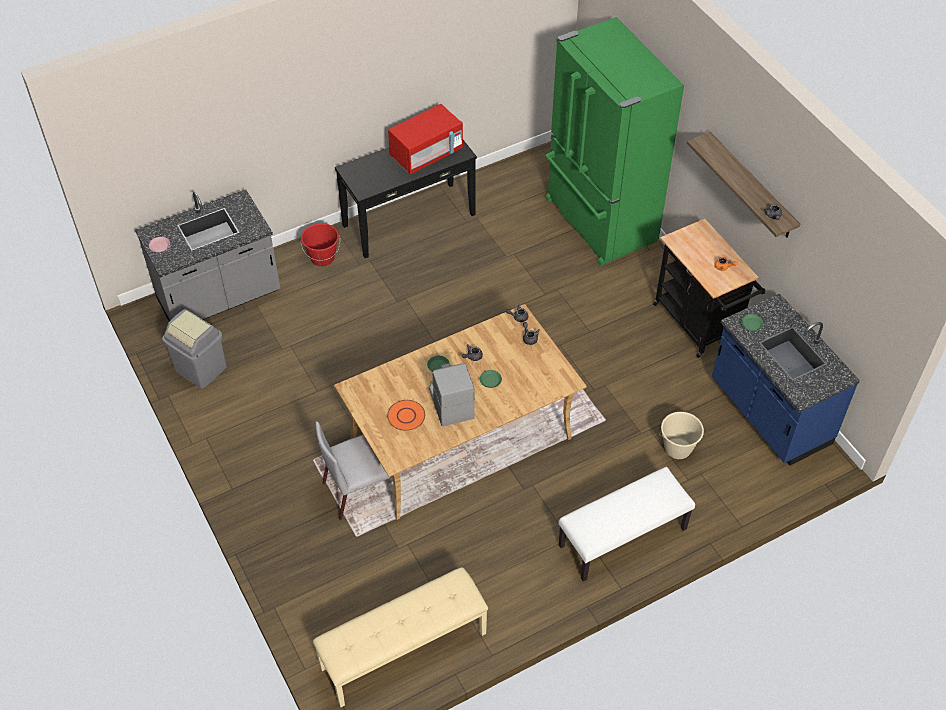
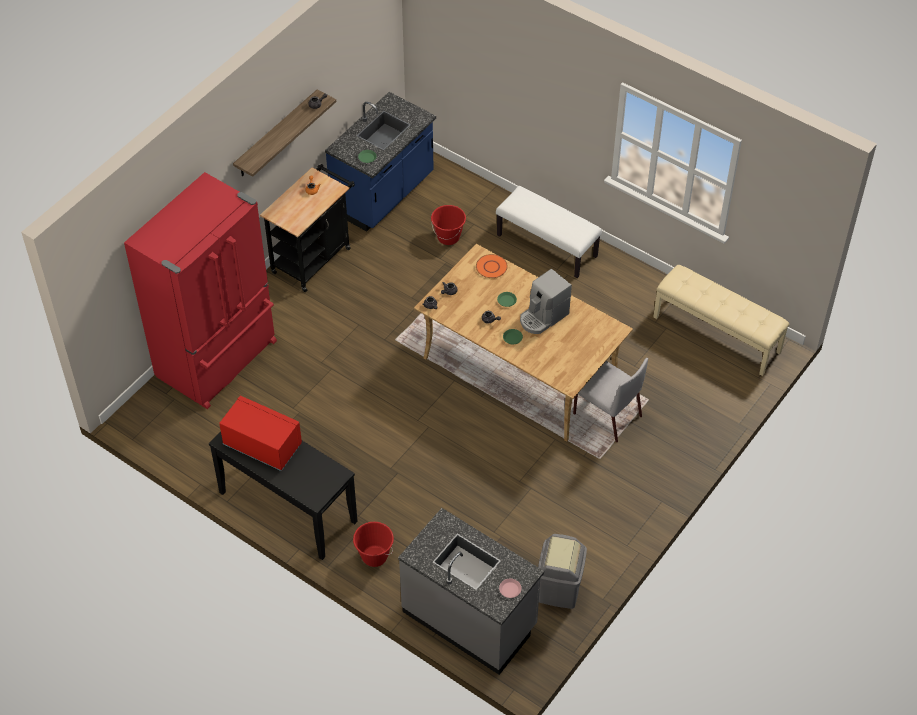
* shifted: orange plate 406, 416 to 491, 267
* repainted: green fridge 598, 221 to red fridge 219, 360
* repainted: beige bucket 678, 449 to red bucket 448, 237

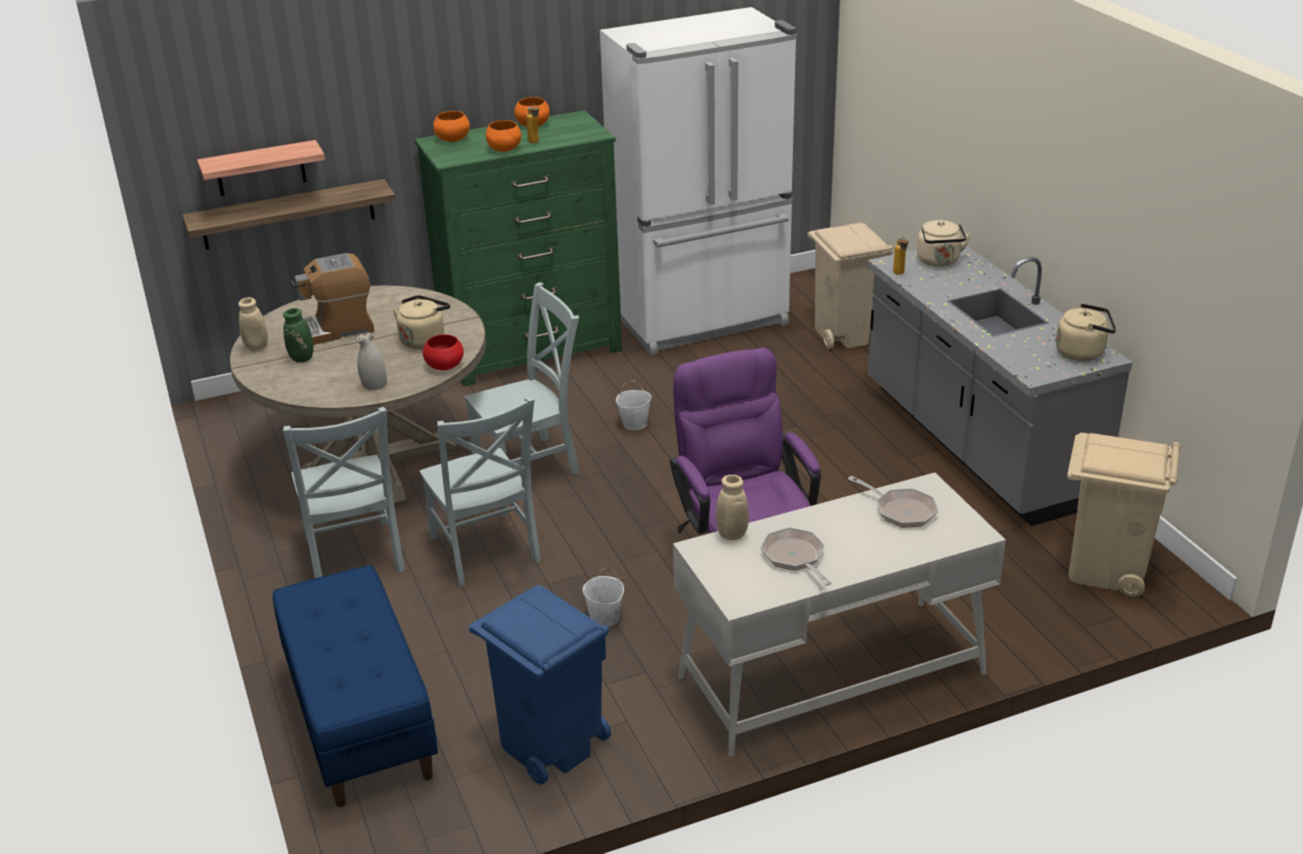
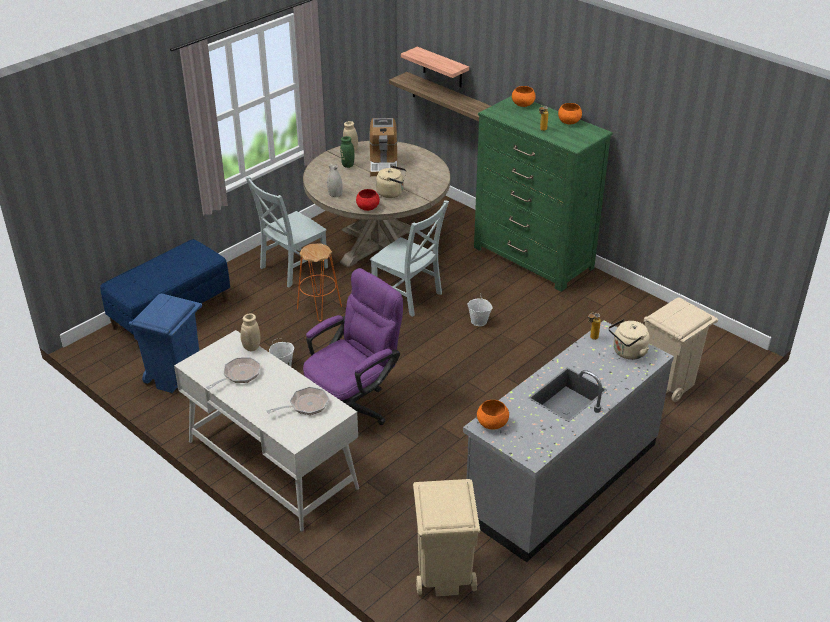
* rotated: coffee machine 332, 330 = 383, 163 135 degrees counterclockwise
* swapped: grey chair 485, 552 to orange stool 319, 307
* shifted: orange bowl 504, 149 to 492, 424
* gone: white fridge 702, 320
* rotated: frying pan 901, 510 = 306, 405 135 degrees counterclockwise
* gone: beige kettle 1083, 352

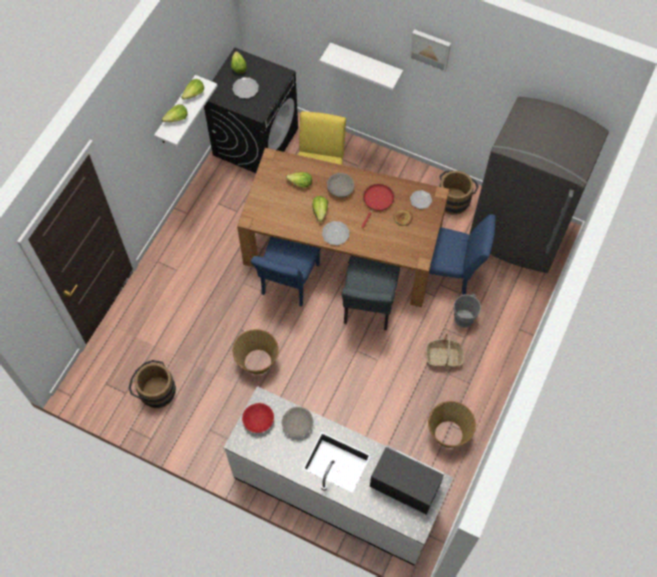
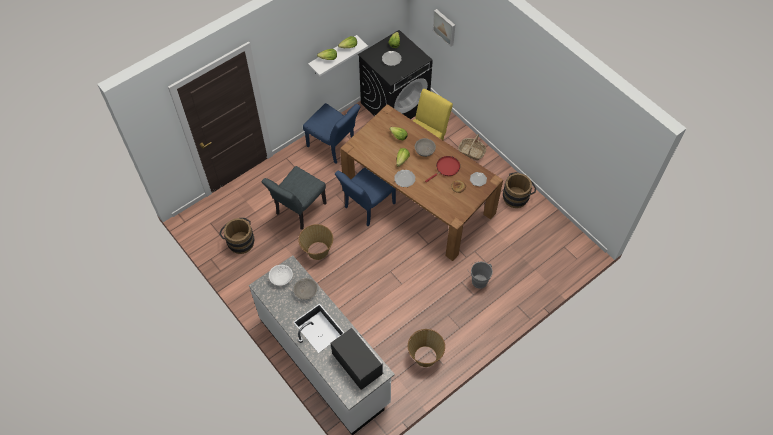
* repainted: red bowl 258, 420 to white bowl 281, 278
* gone: white shelf 366, 64
* shifted: grey chair 368, 309 to 298, 211
* shifted: picture 430, 49 to 445, 27
* shifted: basket 444, 357 to 471, 152
* shifted: blue chair 449, 273 to 334, 147
* gone: grey fridge 518, 234

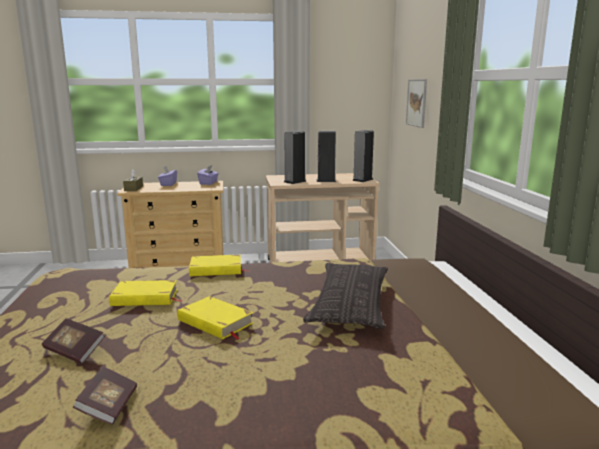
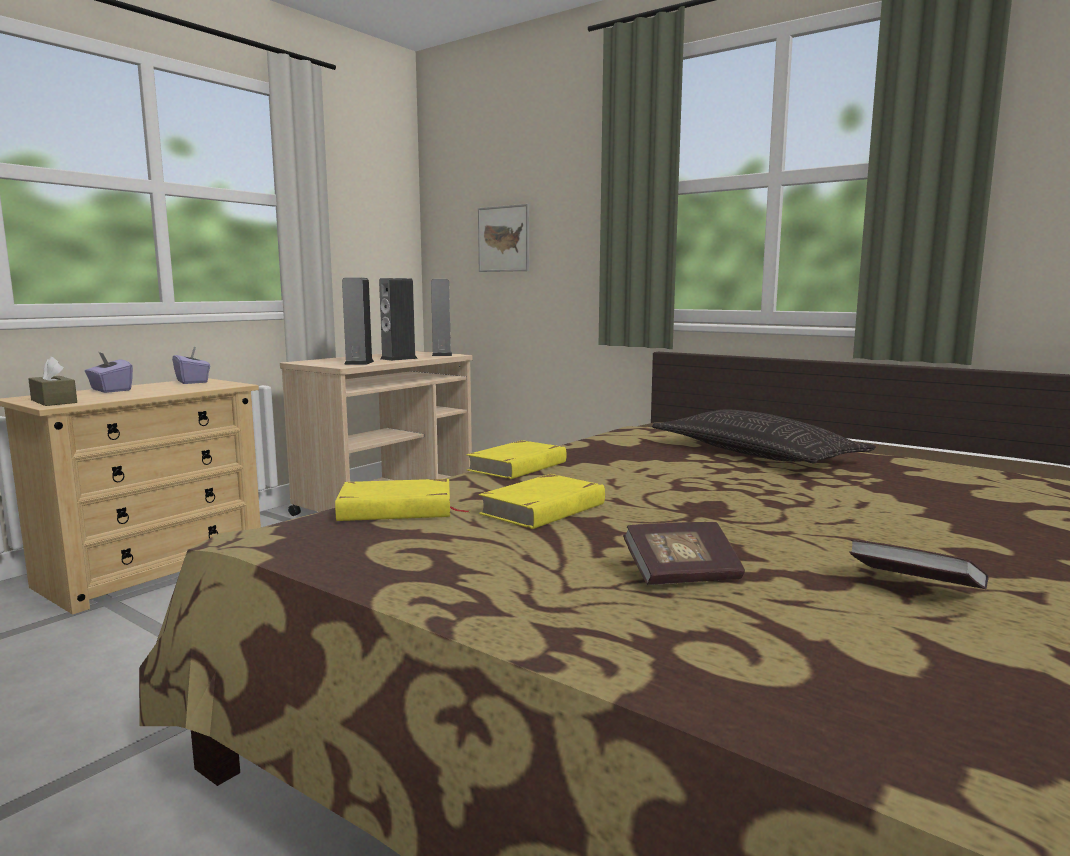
* shifted: yellow book 215, 322 to 396, 509

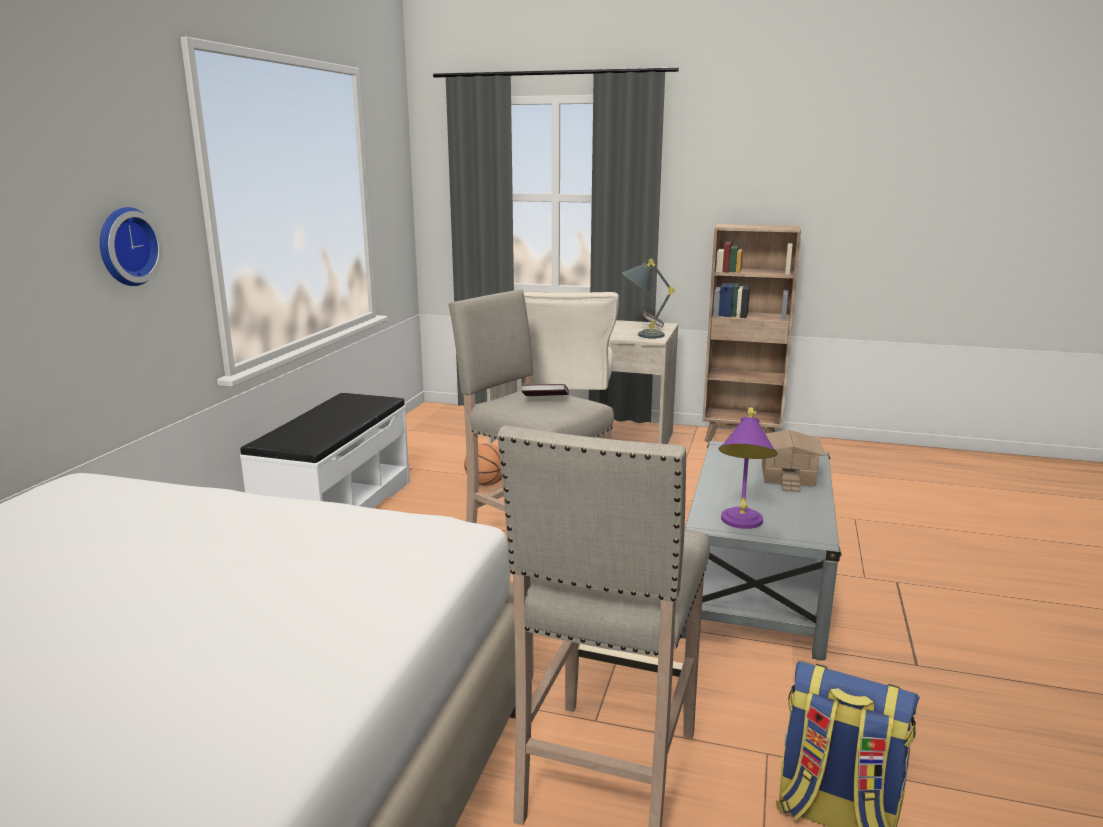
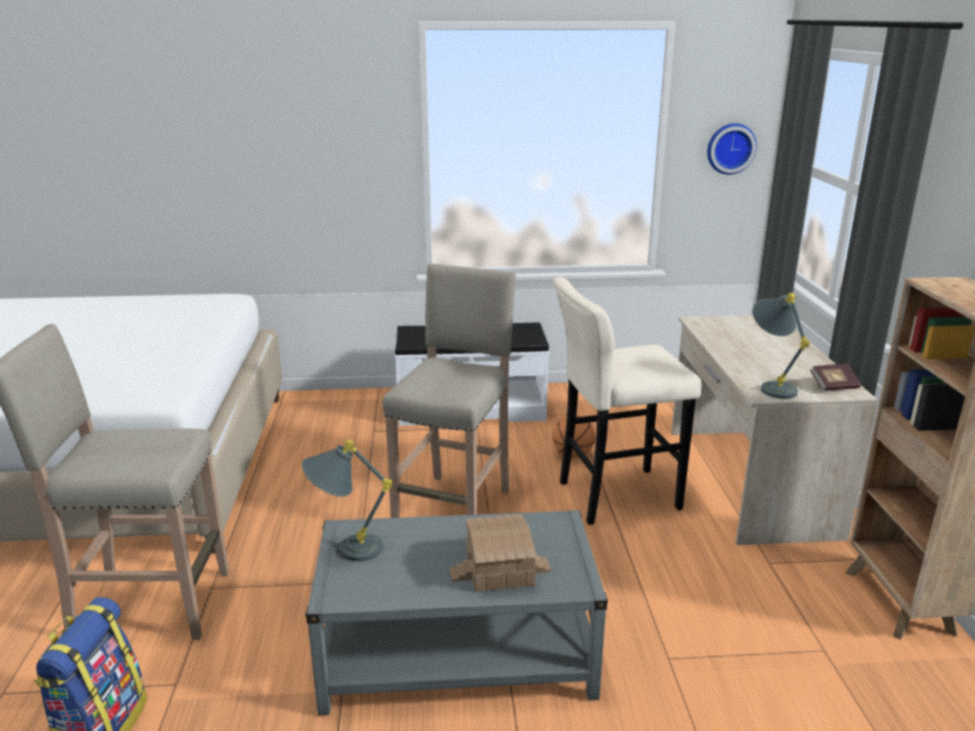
* shifted: wall clock 125, 246 to 730, 148
* gone: book 545, 400
* repainted: purple table lamp 740, 526 to grey table lamp 345, 549

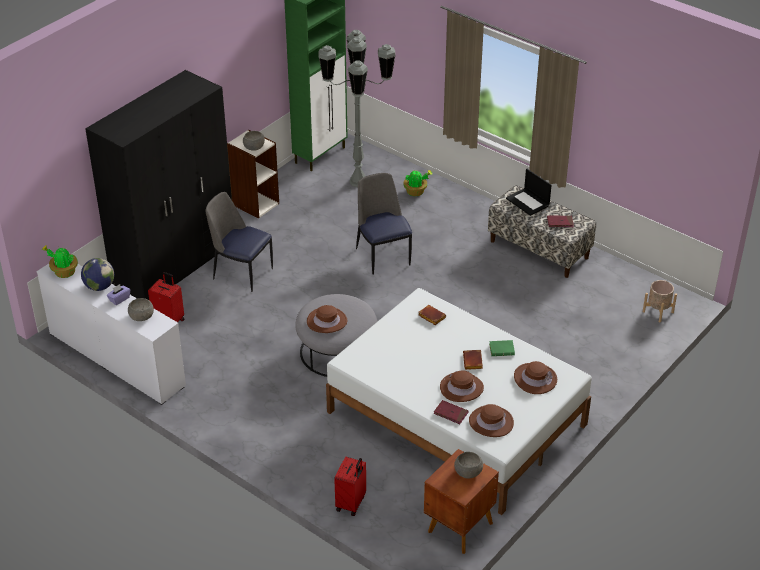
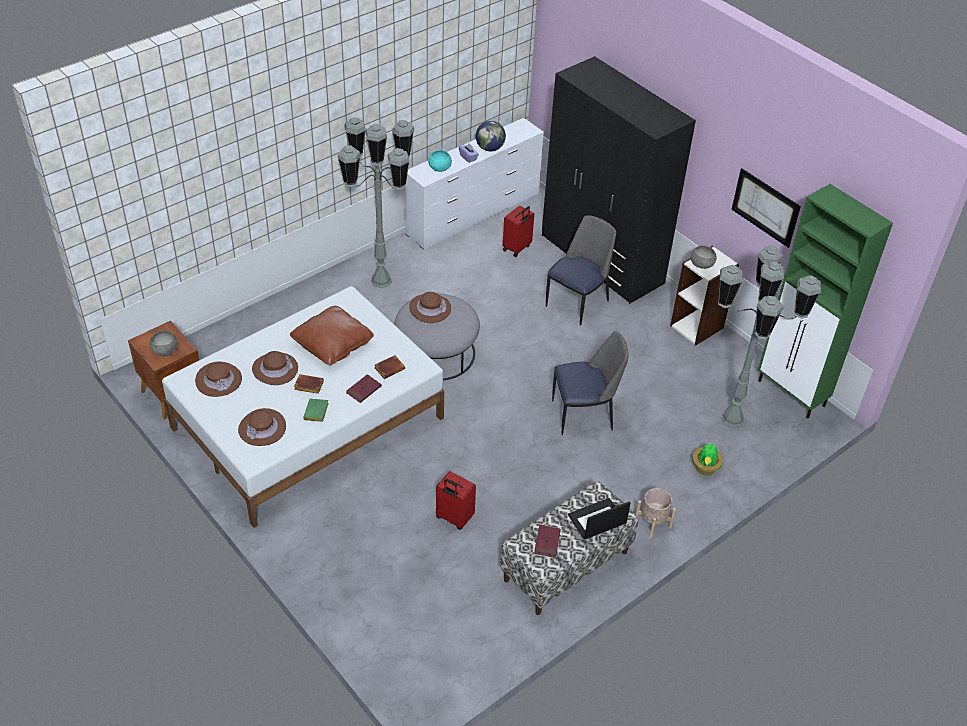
* gone: potted plant 64, 272
* repainted: grey bowl 142, 316 to turquoise bowl 440, 168
* shifted: red suitcase 351, 503 to 454, 518
* shifted: red book 451, 413 to 363, 390
* shifted: beige planter 658, 312 to 652, 523
* new: brown pillow 332, 344
* new: grey floor lamp 382, 280
* new: picture 765, 207

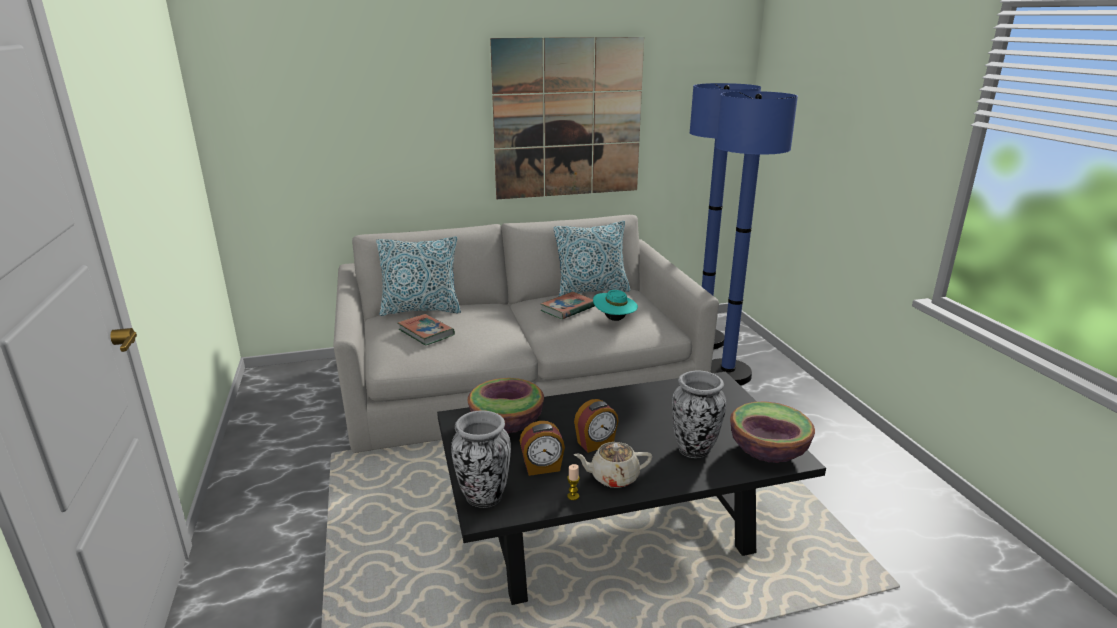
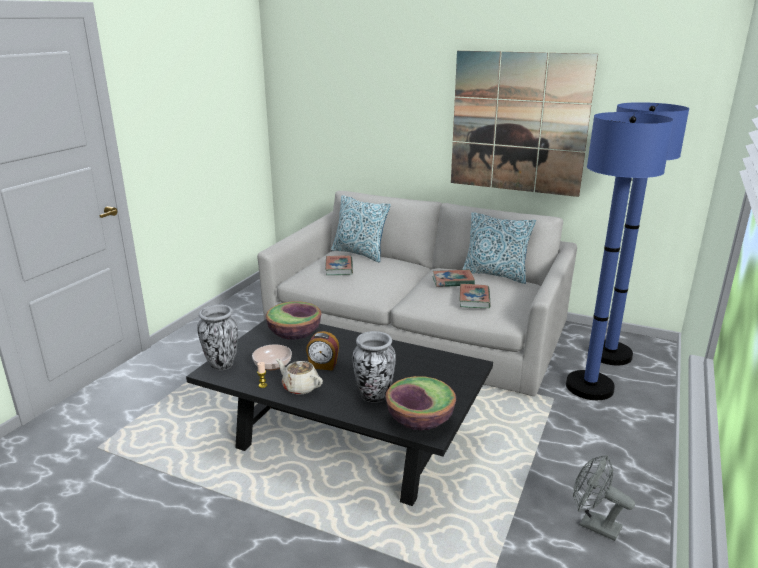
* swapped: alarm clock 542, 467 to bowl 273, 364
* swapped: turquoise hat 614, 319 to book 474, 299
* new: grey fan 593, 524

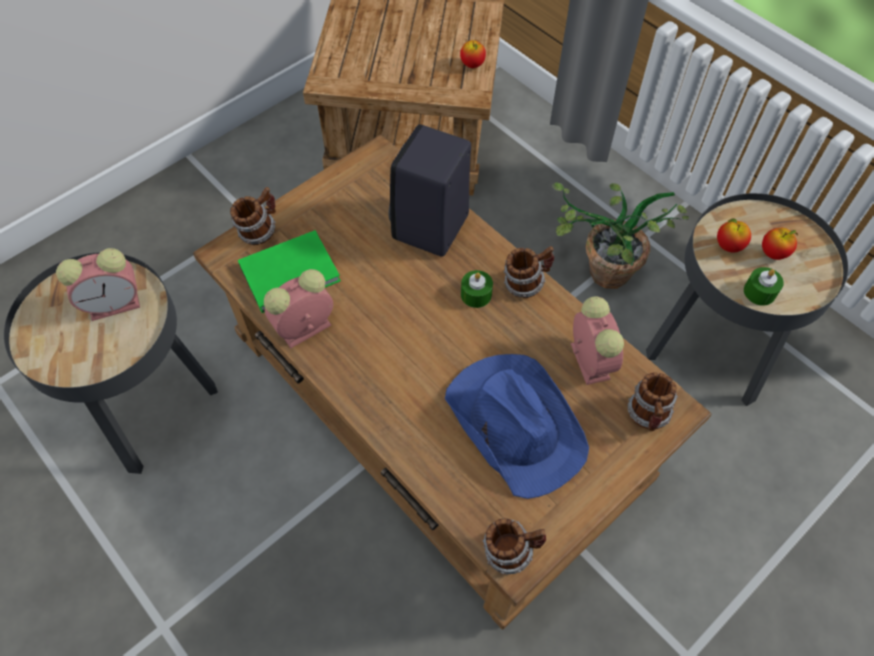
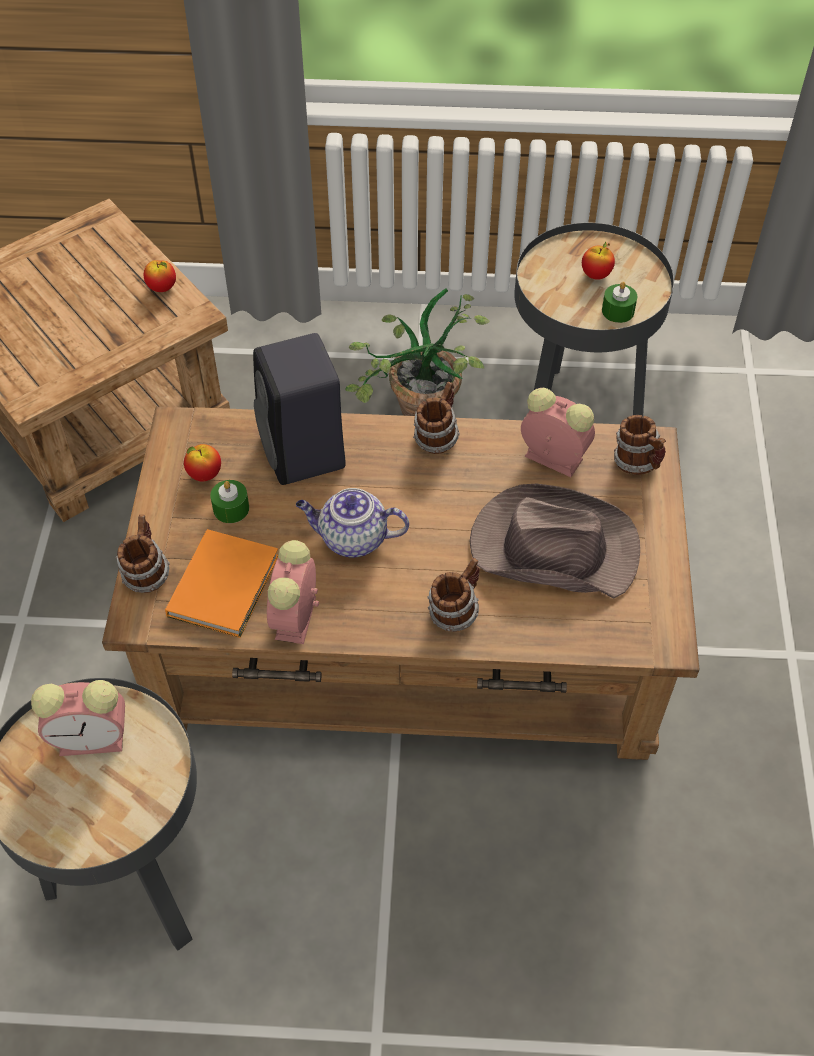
* rotated: alarm clock 116, 303 = 94, 738 60 degrees clockwise
* repainted: green book 292, 273 to orange book 226, 584
* repainted: blue hat 515, 422 to brown hat 552, 547
* shifted: green candle 476, 294 to 231, 508
* shifted: mug 510, 551 to 454, 612
* shifted: apple 728, 246 to 204, 474
* new: teapot 352, 539

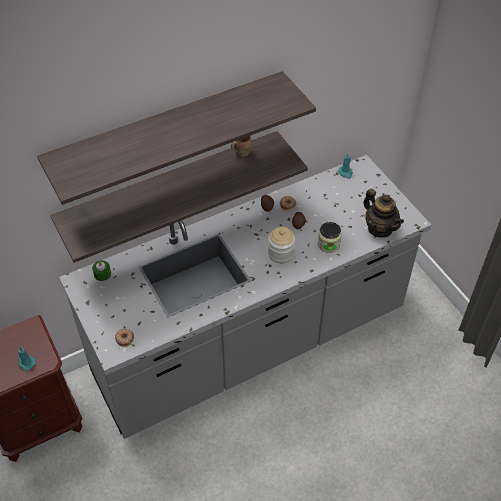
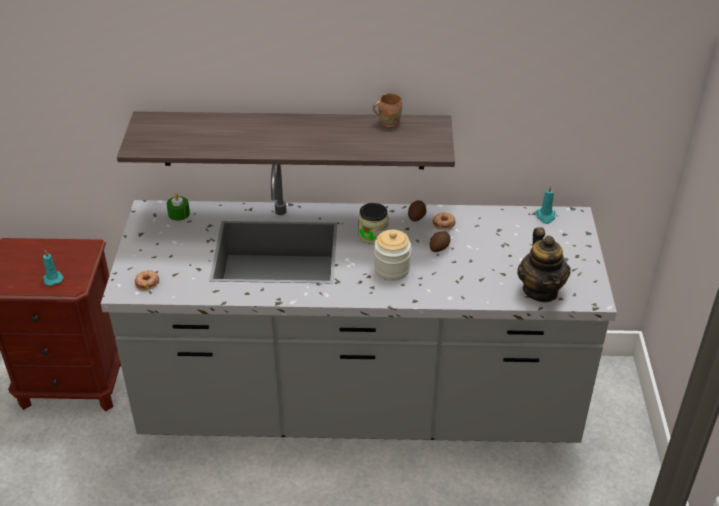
* gone: shelf 168, 131
* shifted: jar 328, 244 to 373, 235

